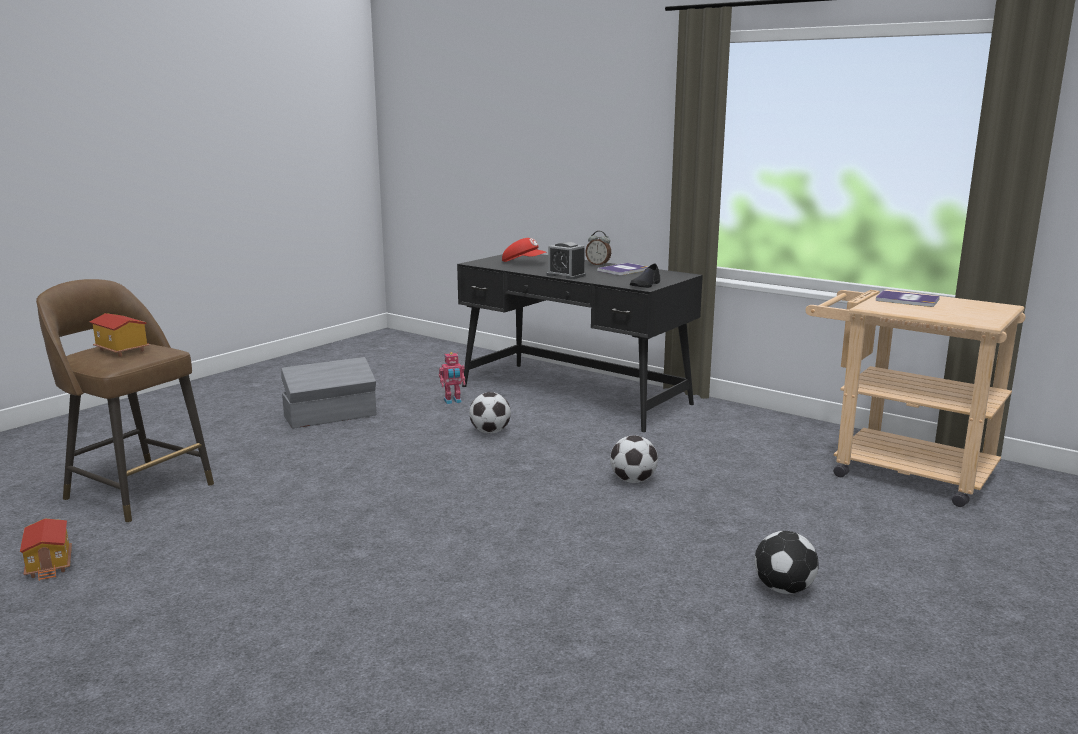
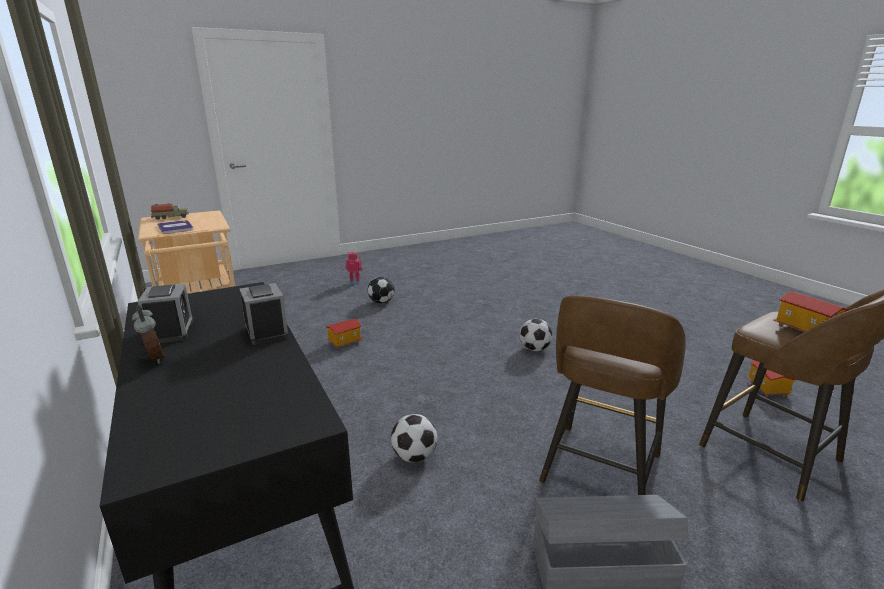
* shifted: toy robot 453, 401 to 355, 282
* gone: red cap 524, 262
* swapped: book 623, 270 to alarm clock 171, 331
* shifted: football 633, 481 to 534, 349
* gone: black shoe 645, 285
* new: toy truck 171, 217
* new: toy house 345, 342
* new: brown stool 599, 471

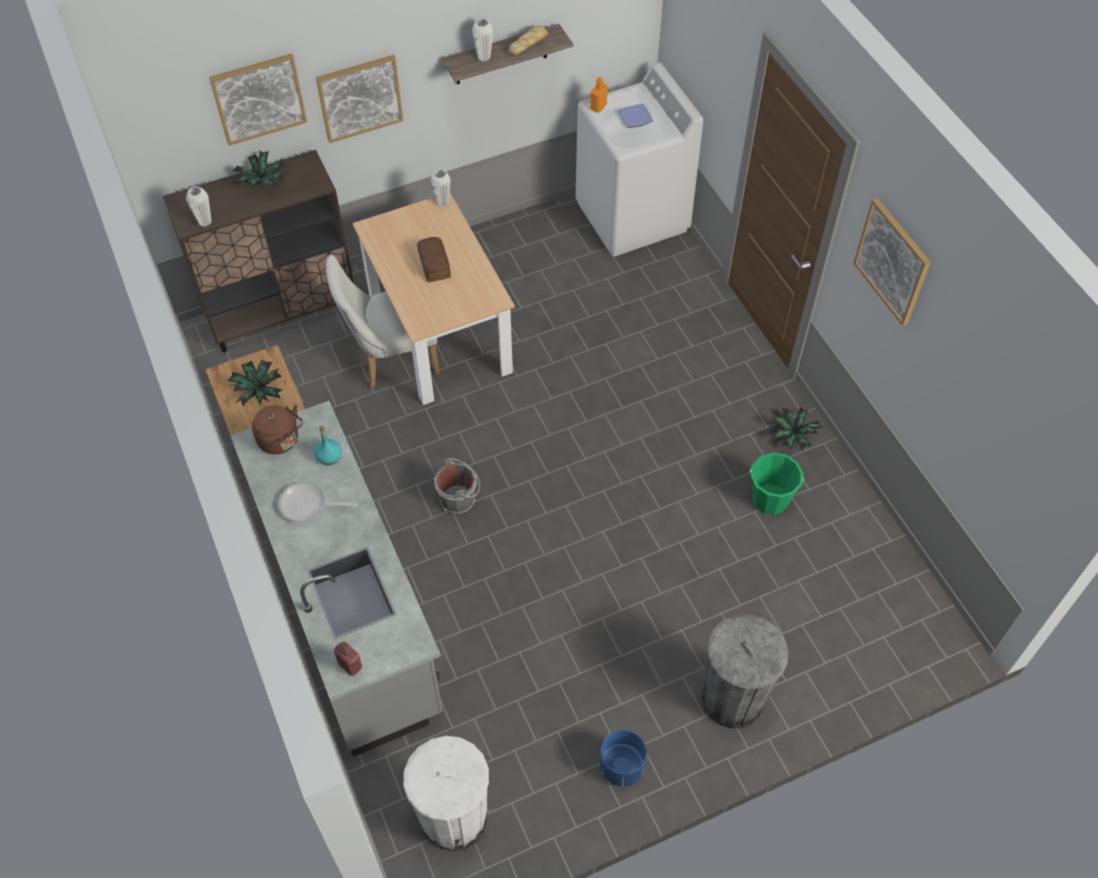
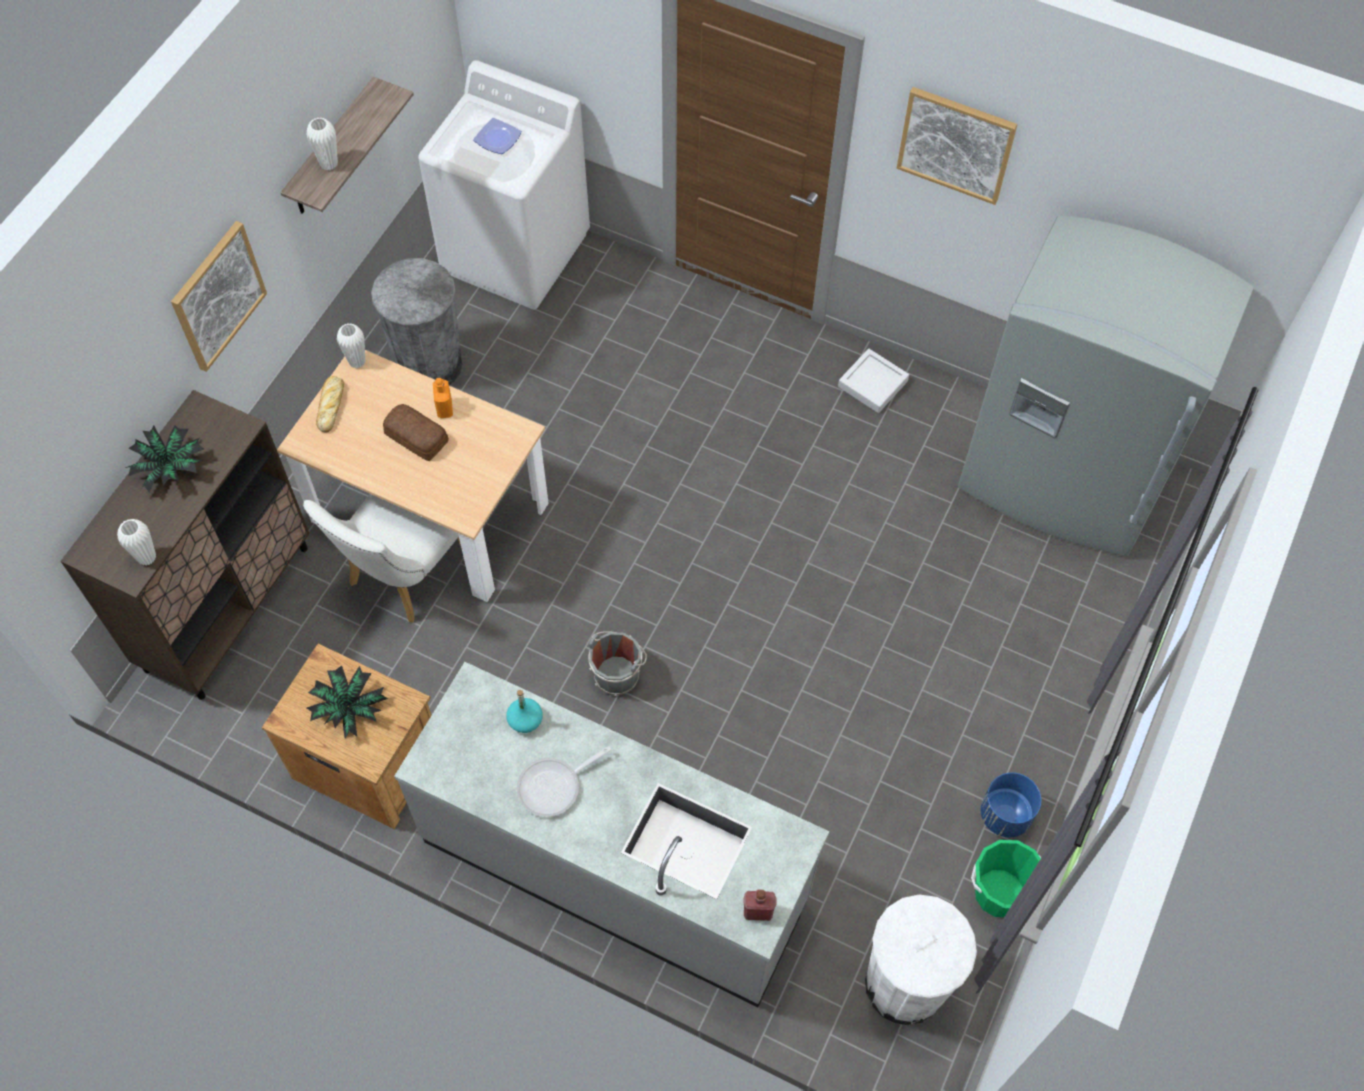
* gone: picture 258, 98
* gone: brown kettle 281, 441
* shifted: bread 529, 44 to 331, 405
* shifted: orange bottle 598, 107 to 444, 409
* shifted: grey trash can 732, 698 to 429, 365
* shifted: green bucket 770, 499 to 999, 893
* swapped: potted plant 792, 436 to grey tray 872, 384
* new: grey fridge 1060, 481

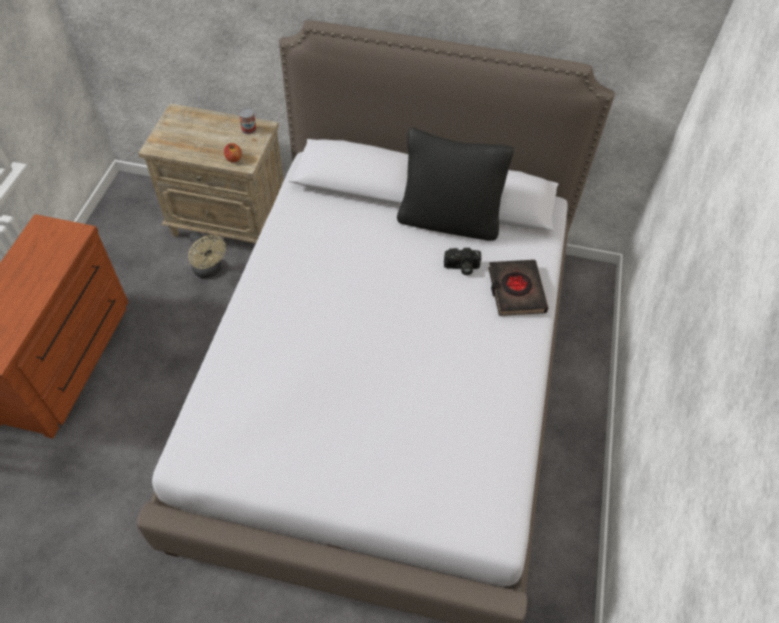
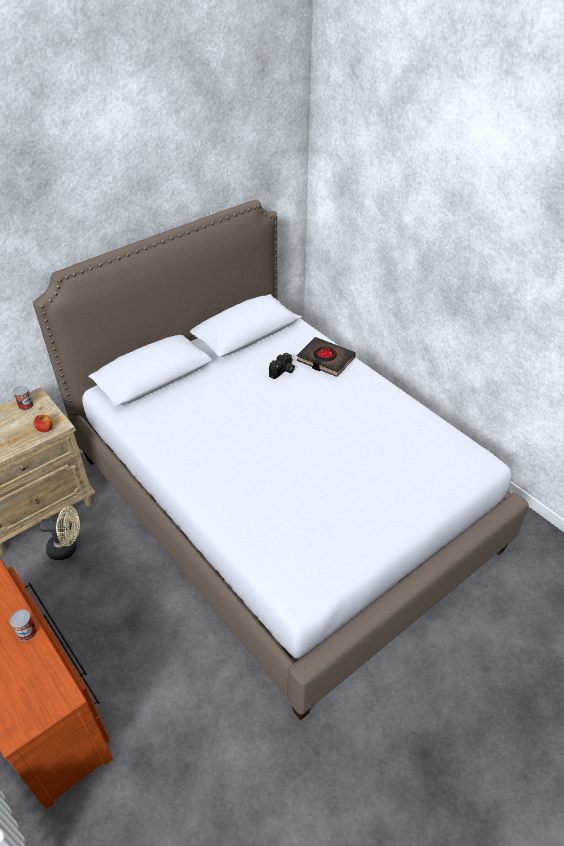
* gone: black pillow 448, 221
* new: can 27, 632

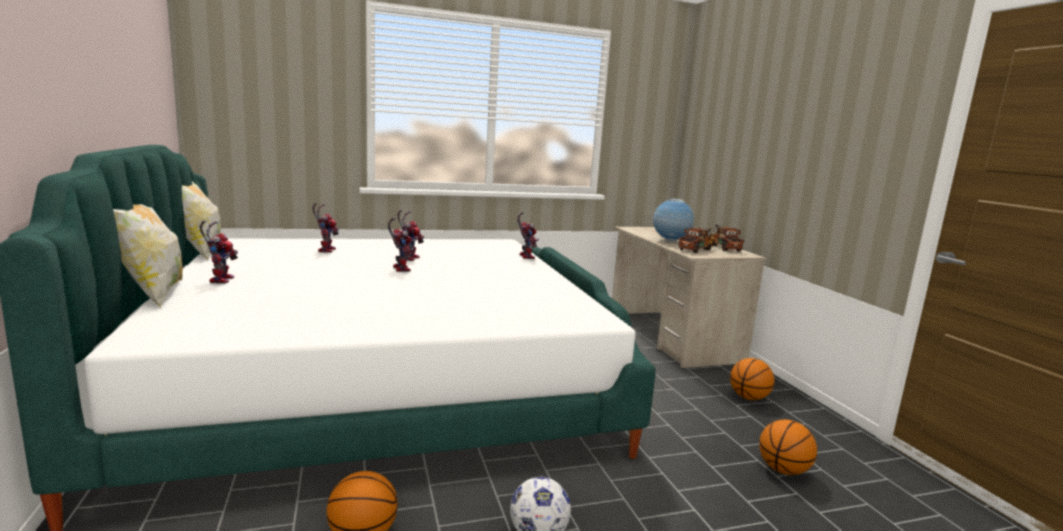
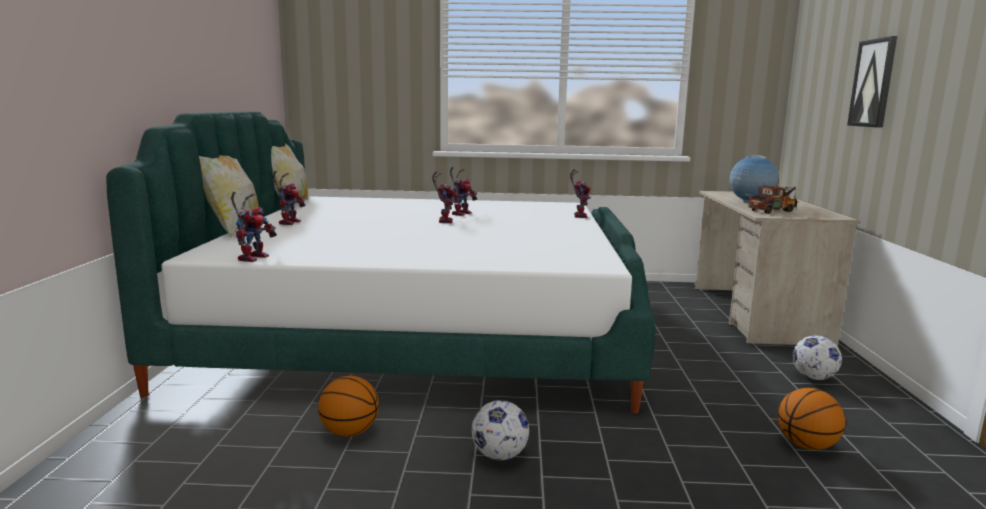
* shifted: toy robot 326, 250 to 253, 257
* gone: toy truck 723, 247
* swapped: basketball 749, 397 to football 814, 378
* new: picture 873, 83

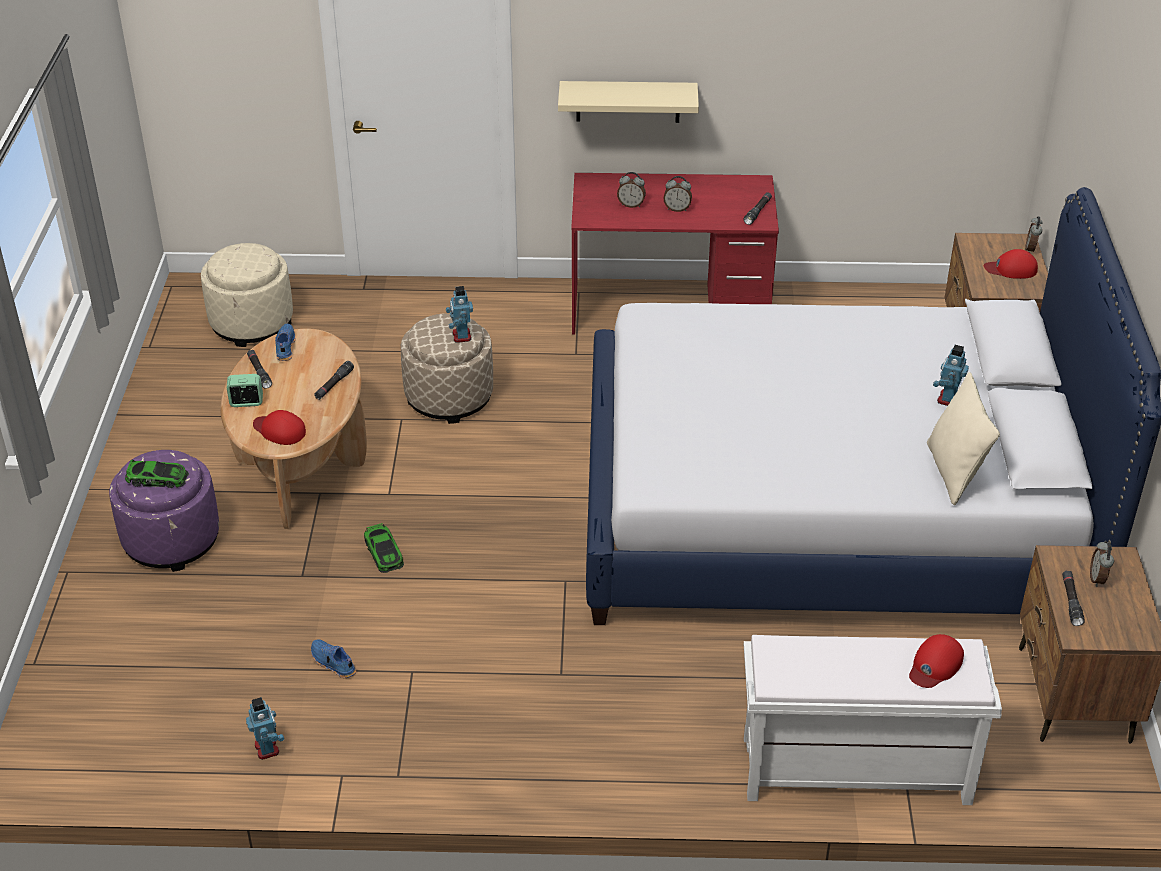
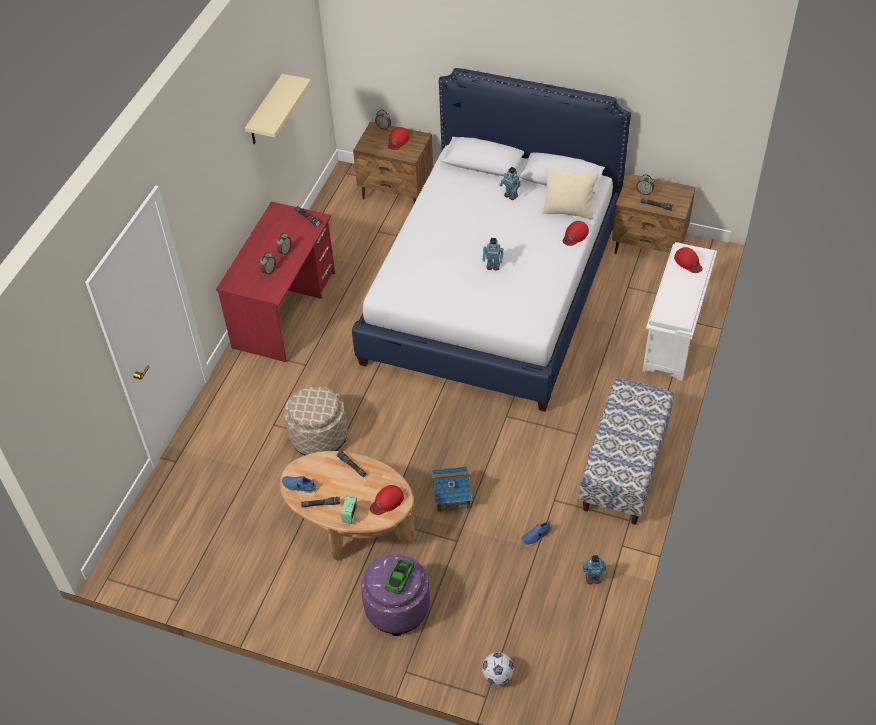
* gone: beige ottoman 252, 323
* swapped: toy car 384, 553 to toy house 452, 496
* shifted: toy robot 461, 336 to 493, 266
* shifted: beige shelf 628, 101 to 265, 111
* new: football 498, 675
* new: red cap 575, 235
* new: bench 624, 469

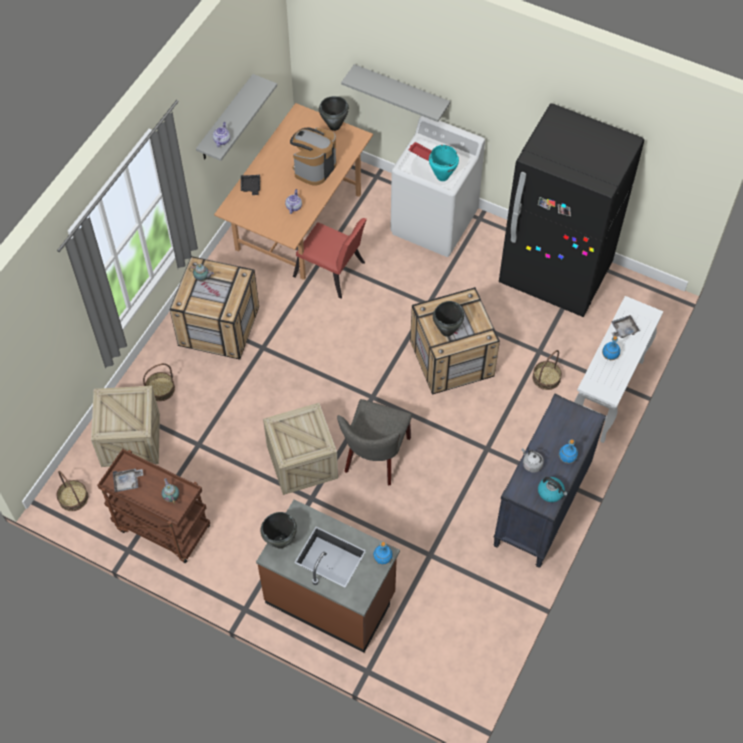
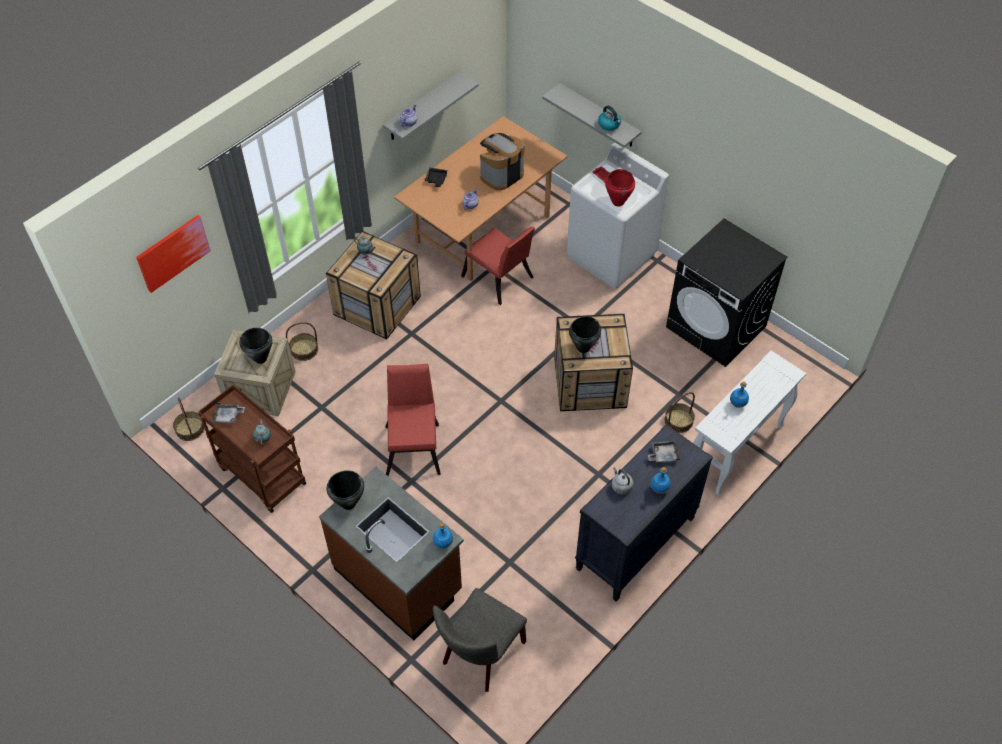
* swapped: crate 302, 462 to red chair 413, 445
* shifted: black cooking pot 334, 126 to 260, 359
* shifted: grey chair 375, 458 to 480, 656
* repainted: turquoise cooking pot 442, 176 to red cooking pot 617, 202
* swapped: black fridge 555, 275 to black washing machine 716, 327
* shifted: kettle 551, 492 to 609, 124
* shifted: grey tray 623, 330 to 663, 454
* new: picture 173, 253

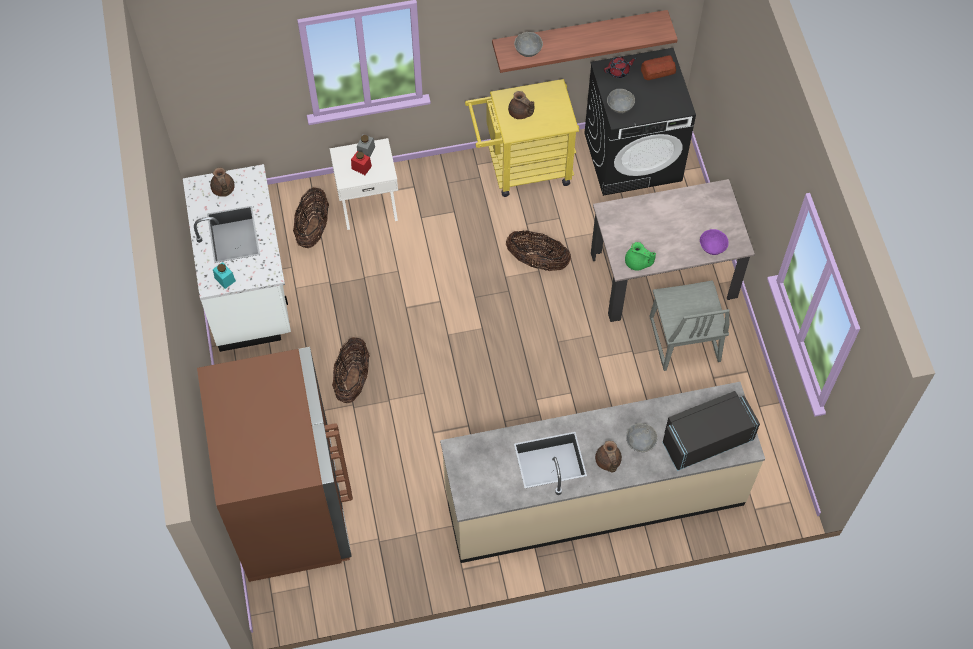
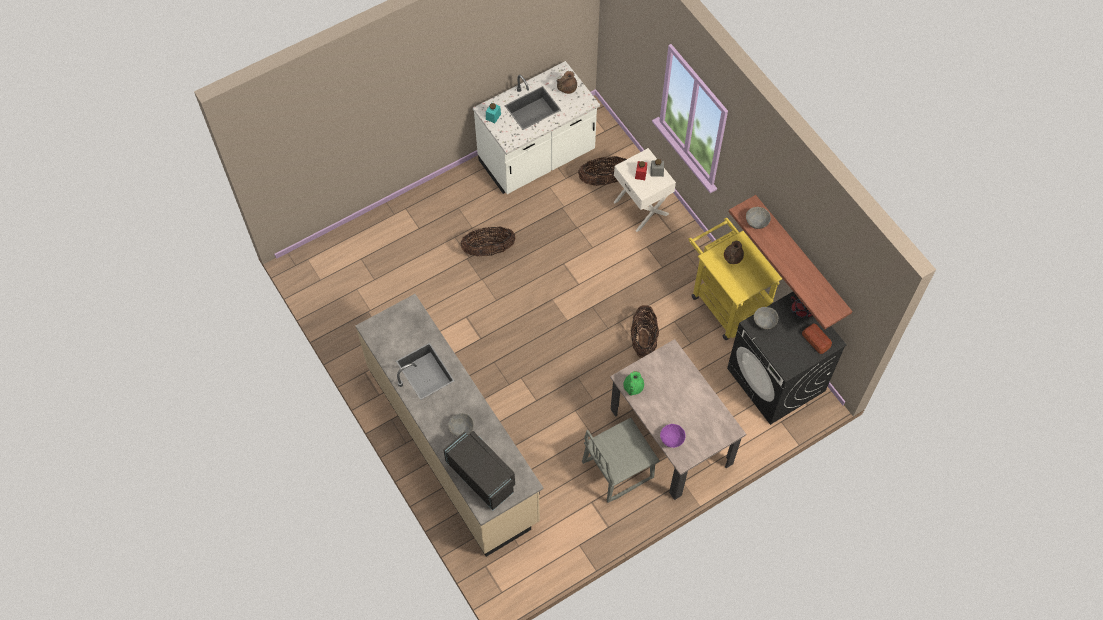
* gone: brown fridge 291, 507
* gone: brown teapot 608, 461

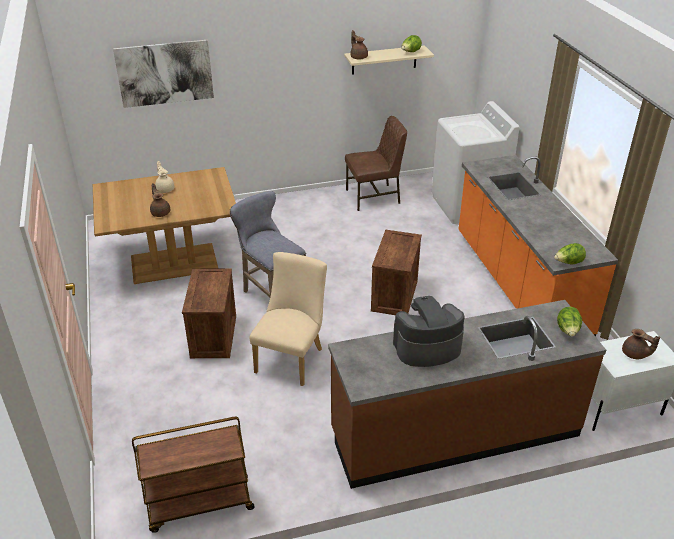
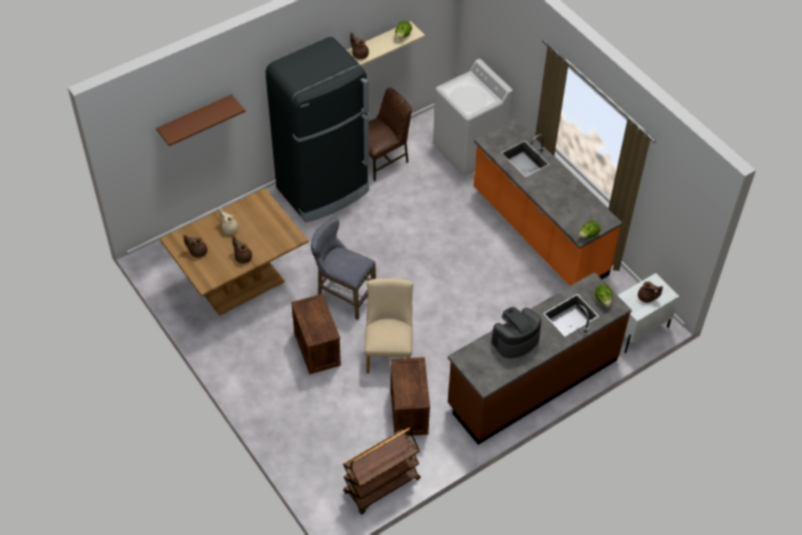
* swapped: picture 165, 73 to brown shelf 195, 118
* shifted: crate 395, 296 to 409, 412
* new: brown teapot 197, 252
* new: black fridge 323, 190

